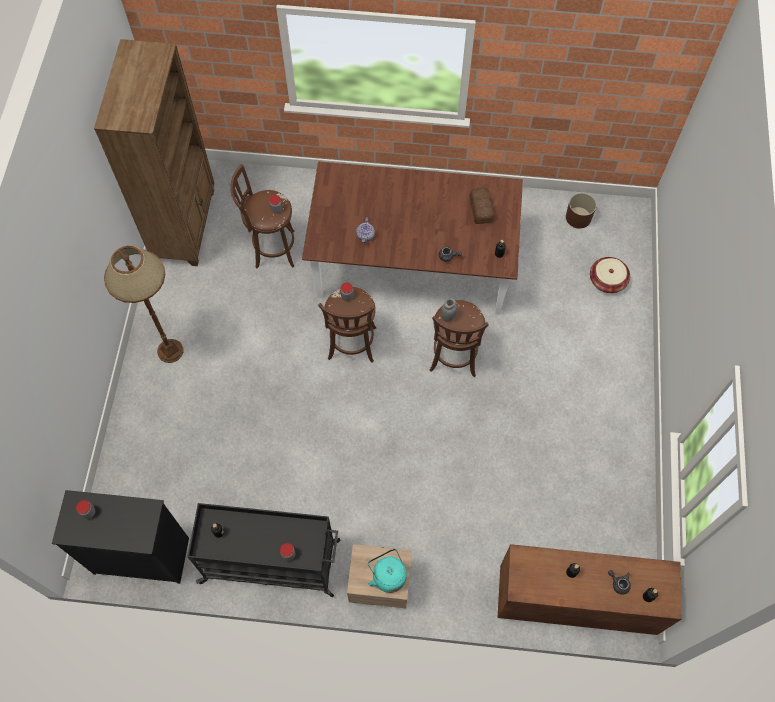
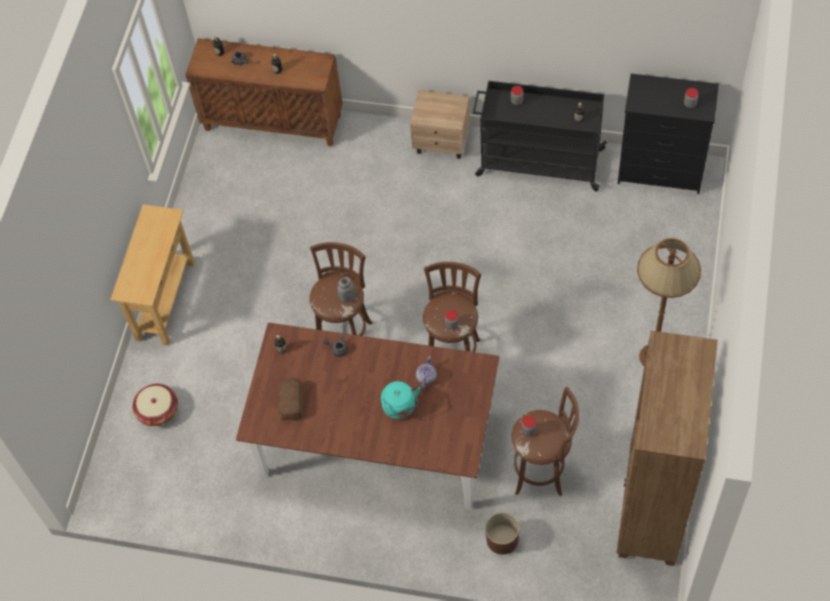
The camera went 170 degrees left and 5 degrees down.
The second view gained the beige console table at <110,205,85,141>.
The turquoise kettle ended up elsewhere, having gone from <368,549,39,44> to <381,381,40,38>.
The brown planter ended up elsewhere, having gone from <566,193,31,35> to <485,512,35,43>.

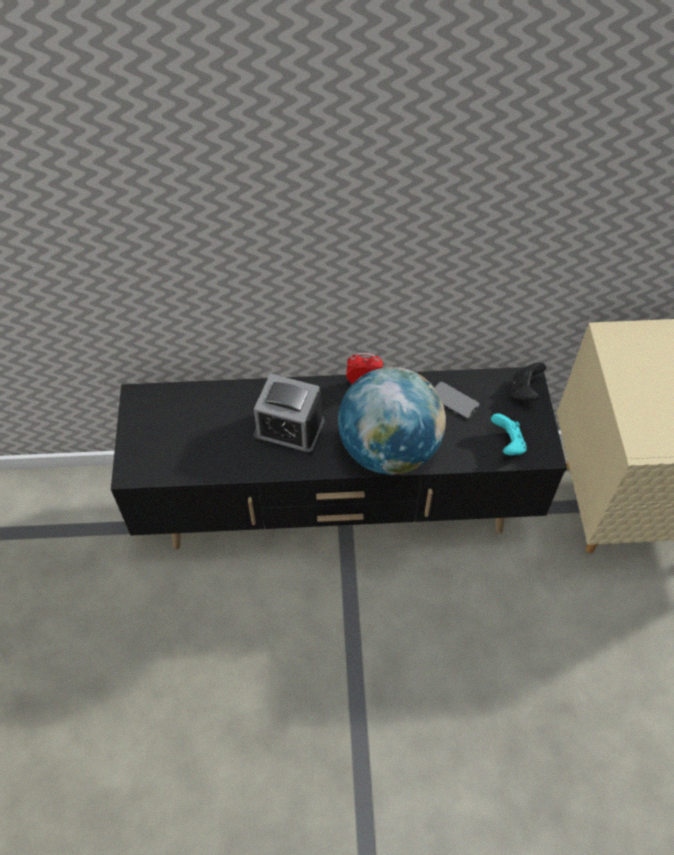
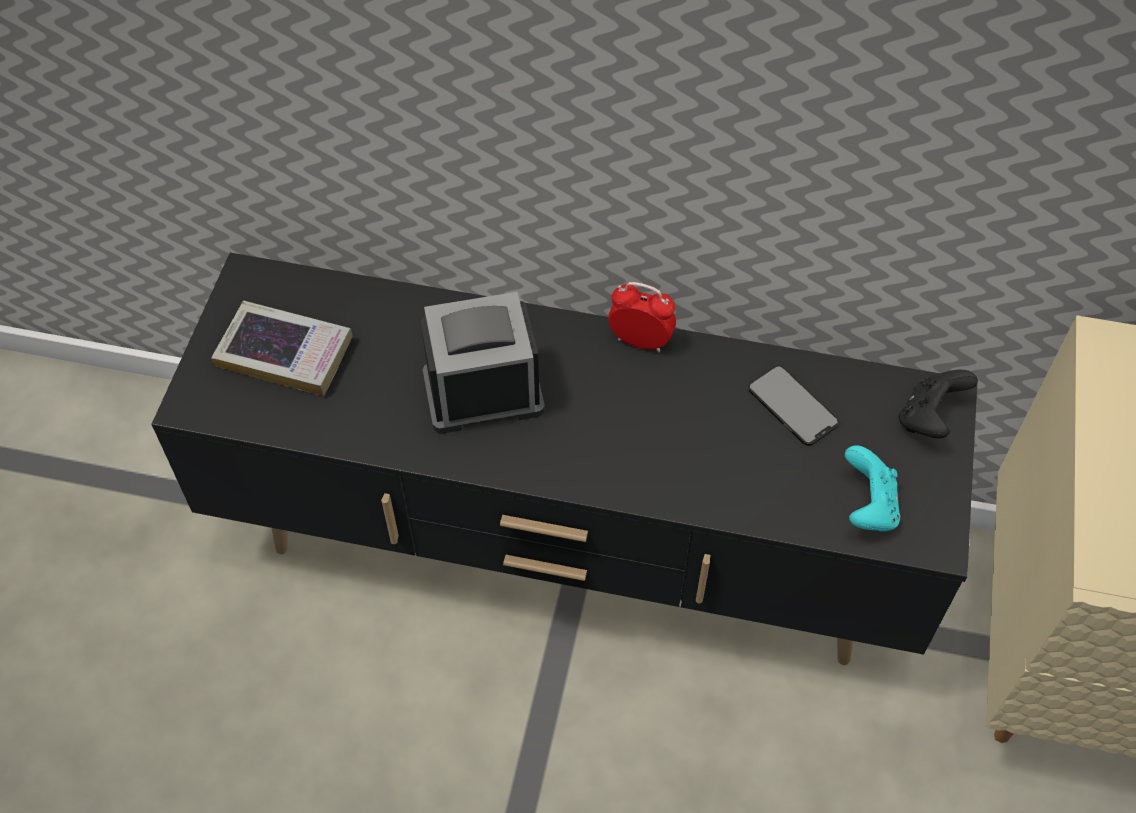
The camera went 15 degrees right and 0 degrees up.
The second view lost the globe at <338,367,108,108>.
The second view gained the book at <211,301,142,95>.
The alarm clock at <253,373,72,82> ended up facing another way, 135 degrees clockwise from before.

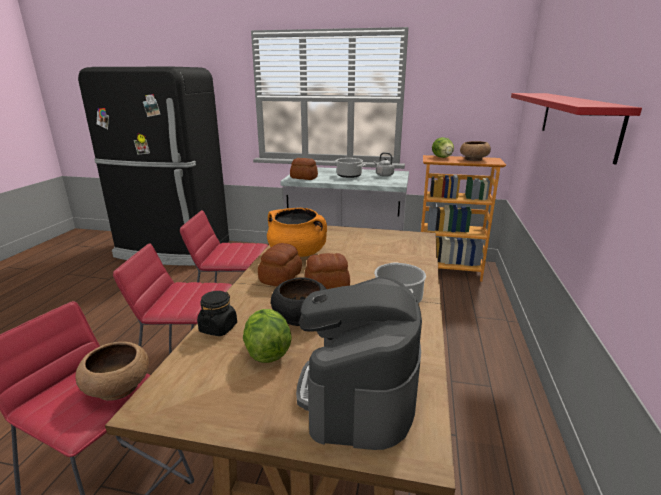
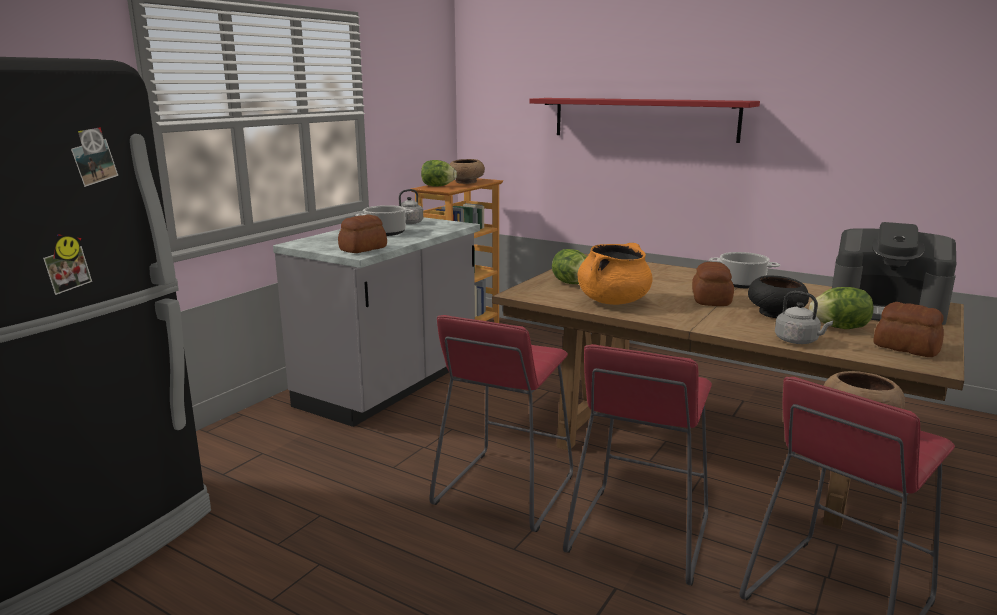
The camera went 70 degrees left and 5 degrees down.
The second view gained the lettuce at <552,249,35,35>.
The bread ended up elsewhere, having gone from <258,243,44,43> to <873,302,71,55>.
Where the black jar stood at <197,291,40,45>, the grey kettle came to stand at <775,291,58,53>.

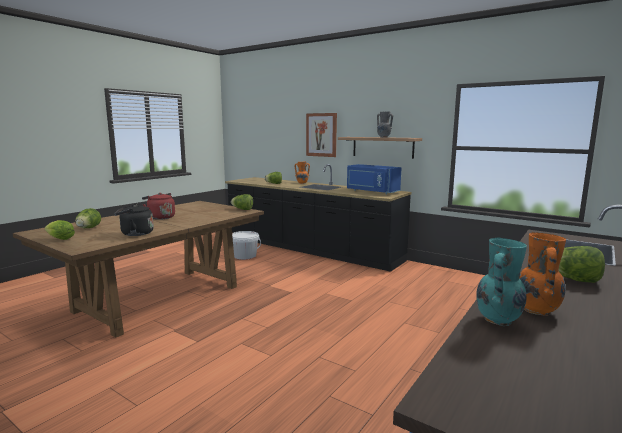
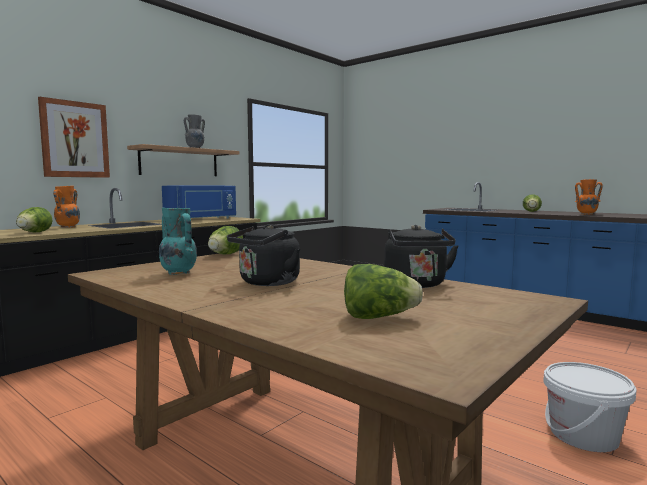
The camera went 85 degrees left and 5 degrees down.
The second view lost the lettuce at <45,220,30,20>.
The white bucket ended up elsewhere, having gone from <232,231,29,29> to <543,362,94,90>.
The turquoise vase ended up elsewhere, having gone from <476,237,51,89> to <159,208,38,67>.
What was the red kettle at <142,193,33,27> turned into the black kettle at <227,224,73,62>.

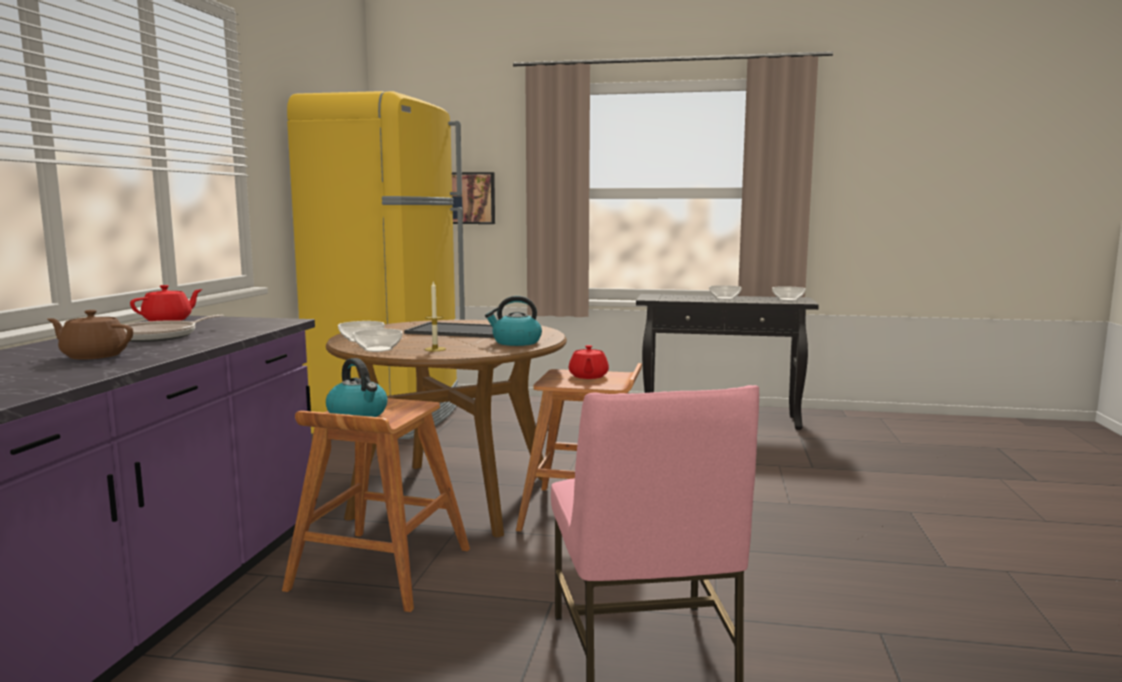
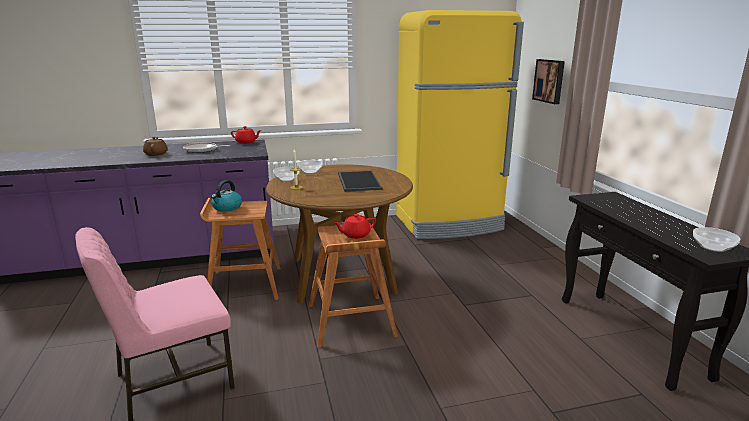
The camera went 65 degrees right and 10 degrees up.
The second view lost the kettle at <485,296,57,50>.
The second view lost the bowl at <709,285,33,14>.

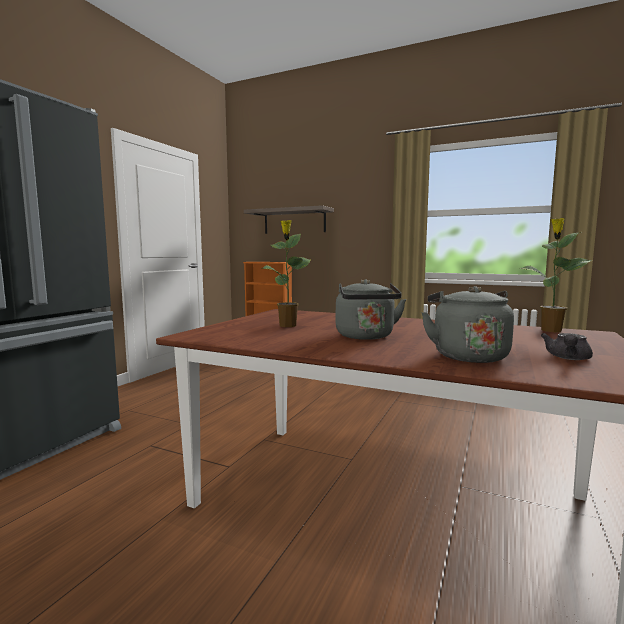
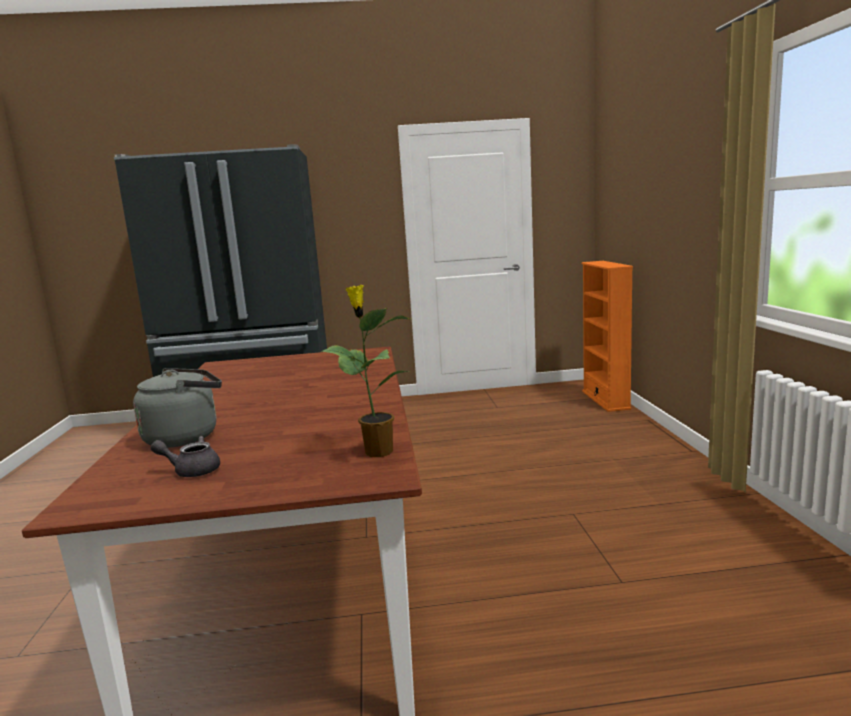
The camera went 60 degrees right and 5 degrees up.
The second view lost the shelf at <244,205,90,29>.
The second view lost the potted plant at <262,220,49,107>.
The second view lost the grey kettle at <336,279,70,61>.

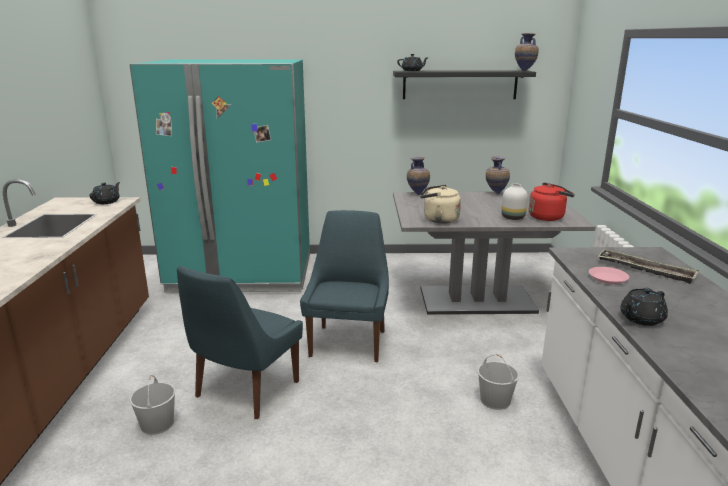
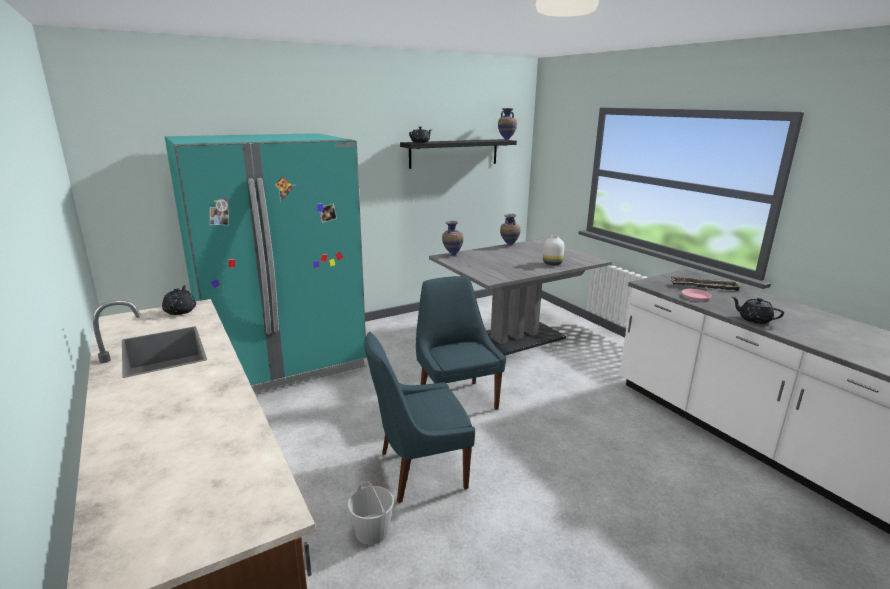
The camera went 30 degrees left and 0 degrees up.
The second view lost the beige kettle at <420,185,41,39>.
The second view lost the white bucket at <478,354,41,56>.
The second view lost the red kettle at <529,183,46,38>.
The blue chair at <177,266,126,153> ended up facing another way, 75 degrees clockwise from before.
The black teapot at <620,288,48,38> ended up facing another way, 105 degrees clockwise from before.

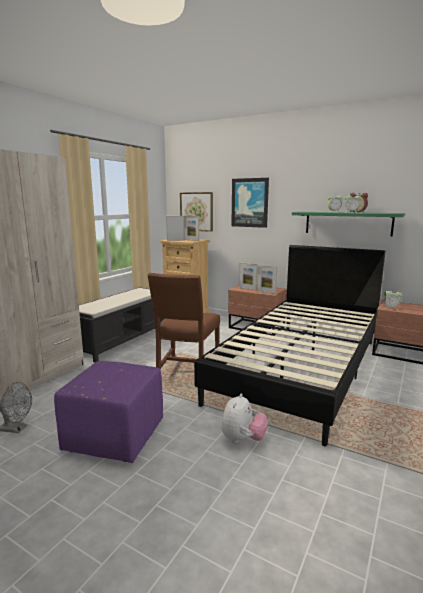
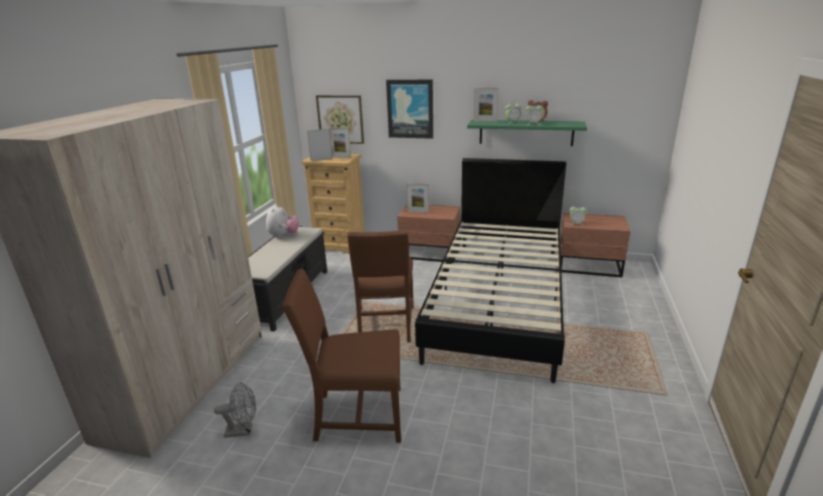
The camera went 15 degrees left and 10 degrees up.
The plush toy ended up elsewhere, having gone from <222,393,46,50> to <266,204,33,34>.
The picture frame ended up elsewhere, having gone from <257,265,20,29> to <474,88,25,34>.
Where the purple ottoman stood at <54,361,109,102>, the brown chair came to stand at <282,269,119,174>.

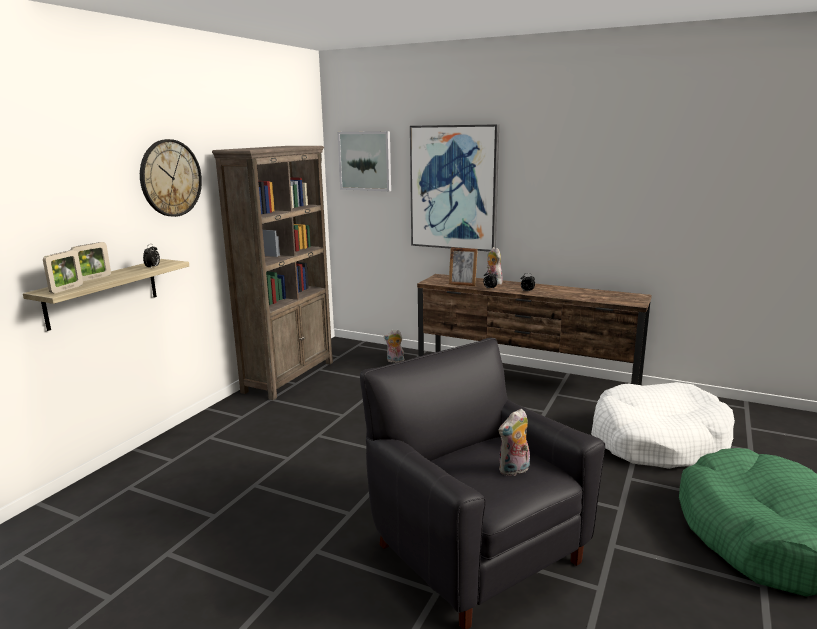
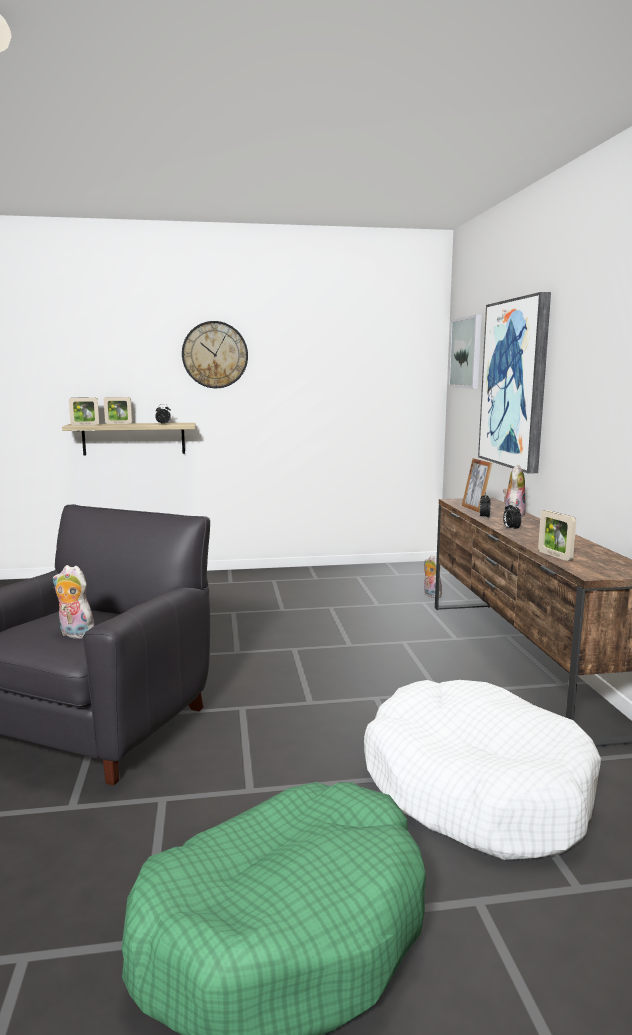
The camera went 55 degrees right and 5 degrees down.
The second view lost the brown bookcase at <212,146,121,254>.
The second view gained the picture frame at <538,510,38,51>.

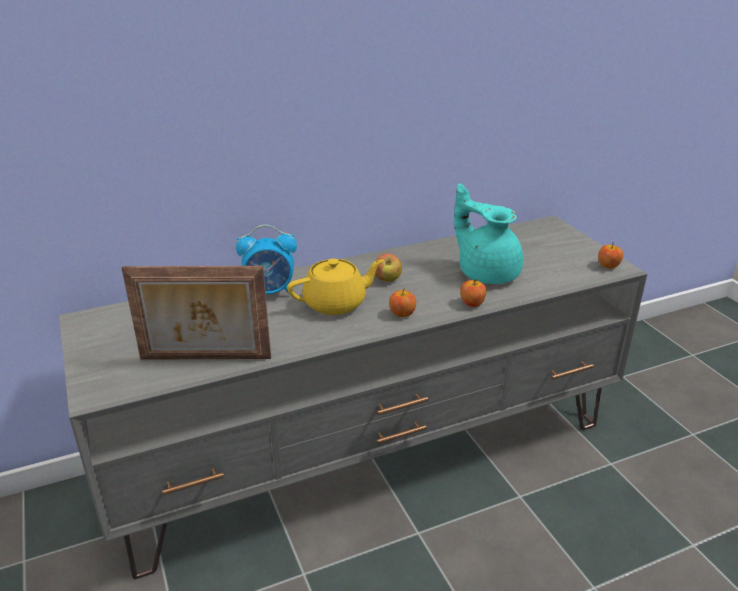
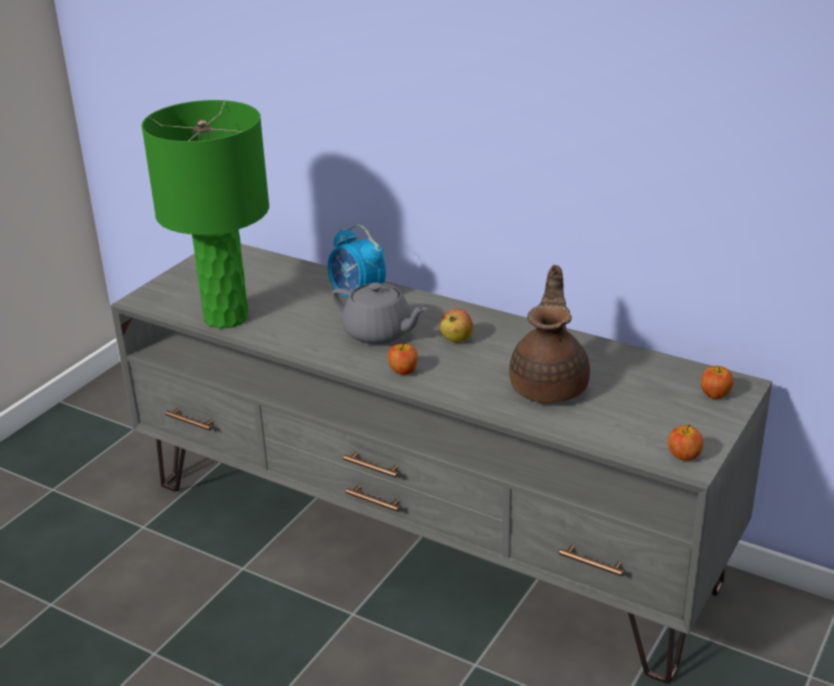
The camera went 55 degrees right and 0 degrees up.
The apple ended up elsewhere, having gone from <460,279,26,28> to <701,366,33,33>.
Where the picture frame stood at <122,266,149,94>, the green table lamp came to stand at <141,100,128,229>.
What was the yellow teapot at <287,259,97,56> turned into the grey teapot at <332,283,96,62>.
What was the turquoise teapot at <454,184,69,100> turned into the brown teapot at <509,265,81,138>.

